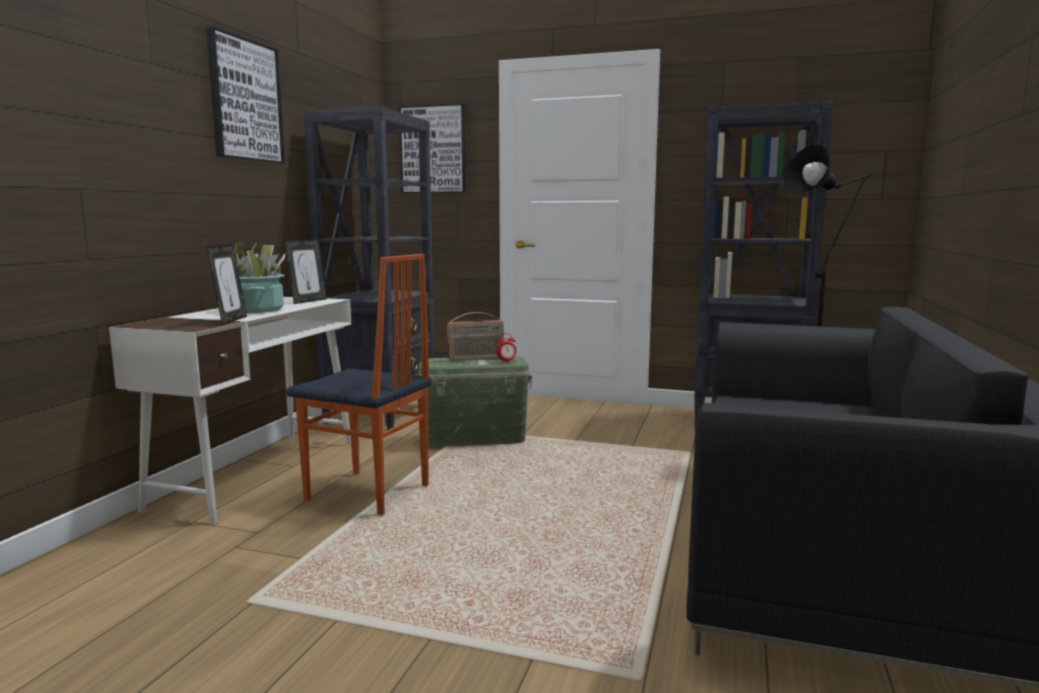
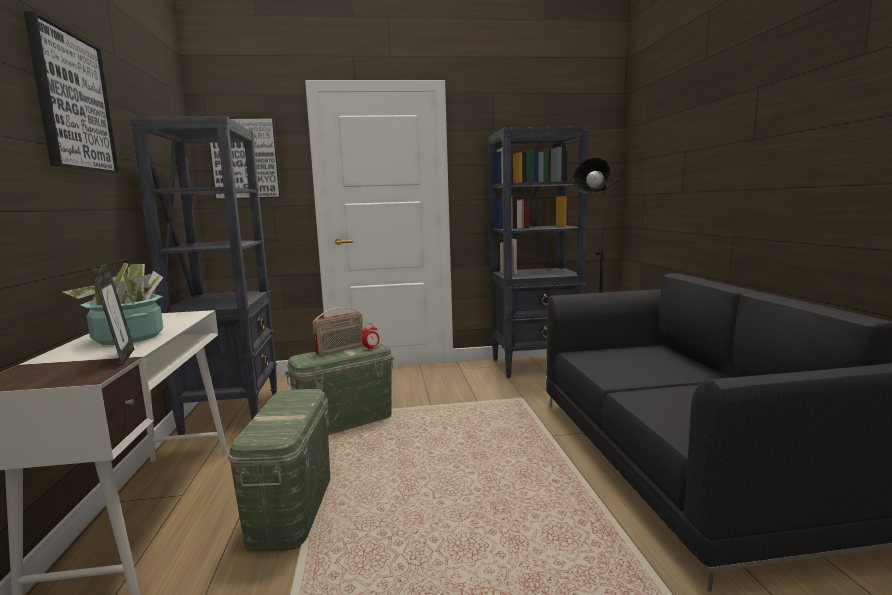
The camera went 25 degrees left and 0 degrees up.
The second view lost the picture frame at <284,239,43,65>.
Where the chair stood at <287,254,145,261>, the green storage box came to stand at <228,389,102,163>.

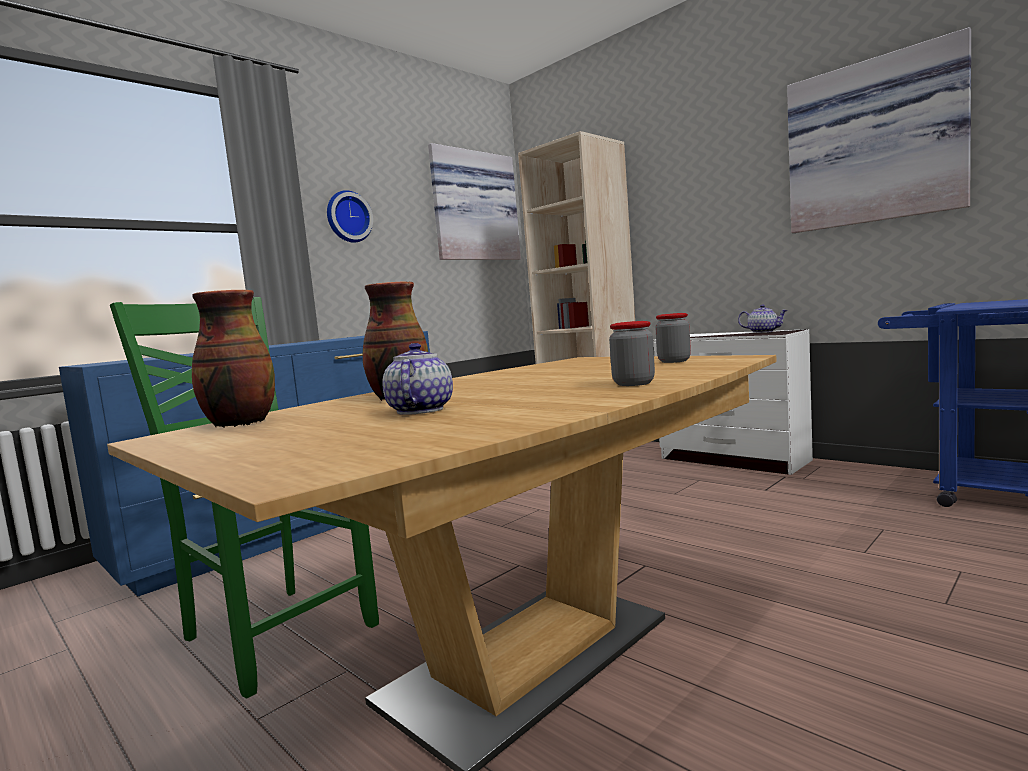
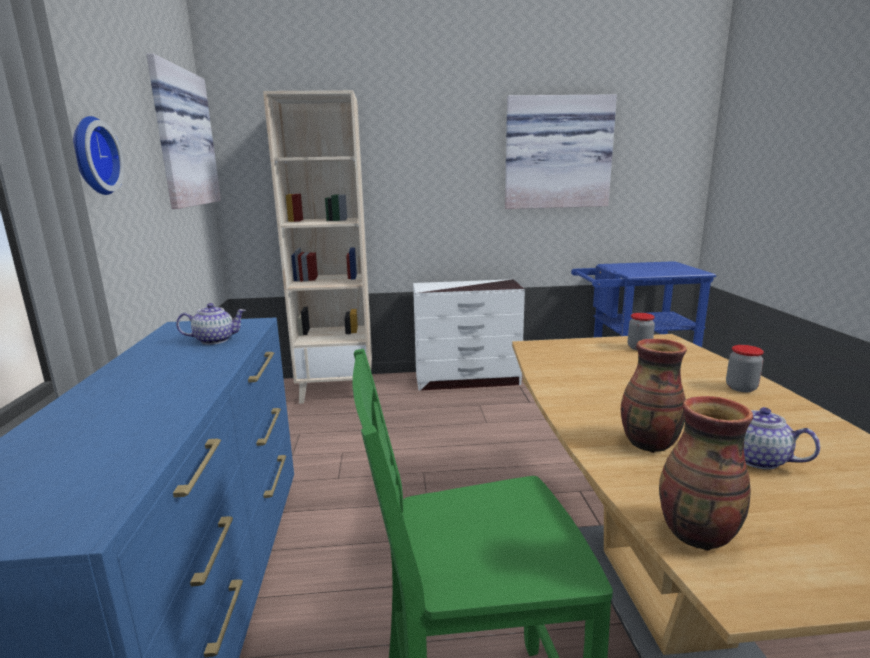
The camera went 50 degrees left and 10 degrees up.
The teapot ended up elsewhere, having gone from <738,304,50,29> to <176,303,70,41>.

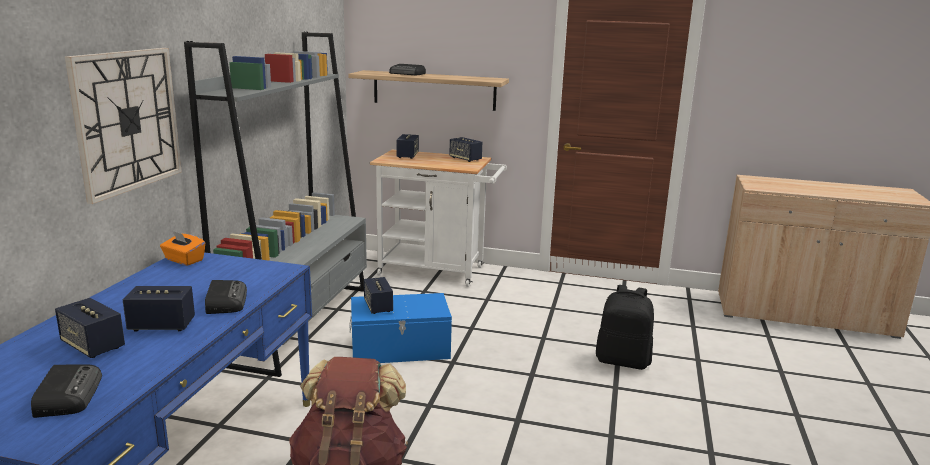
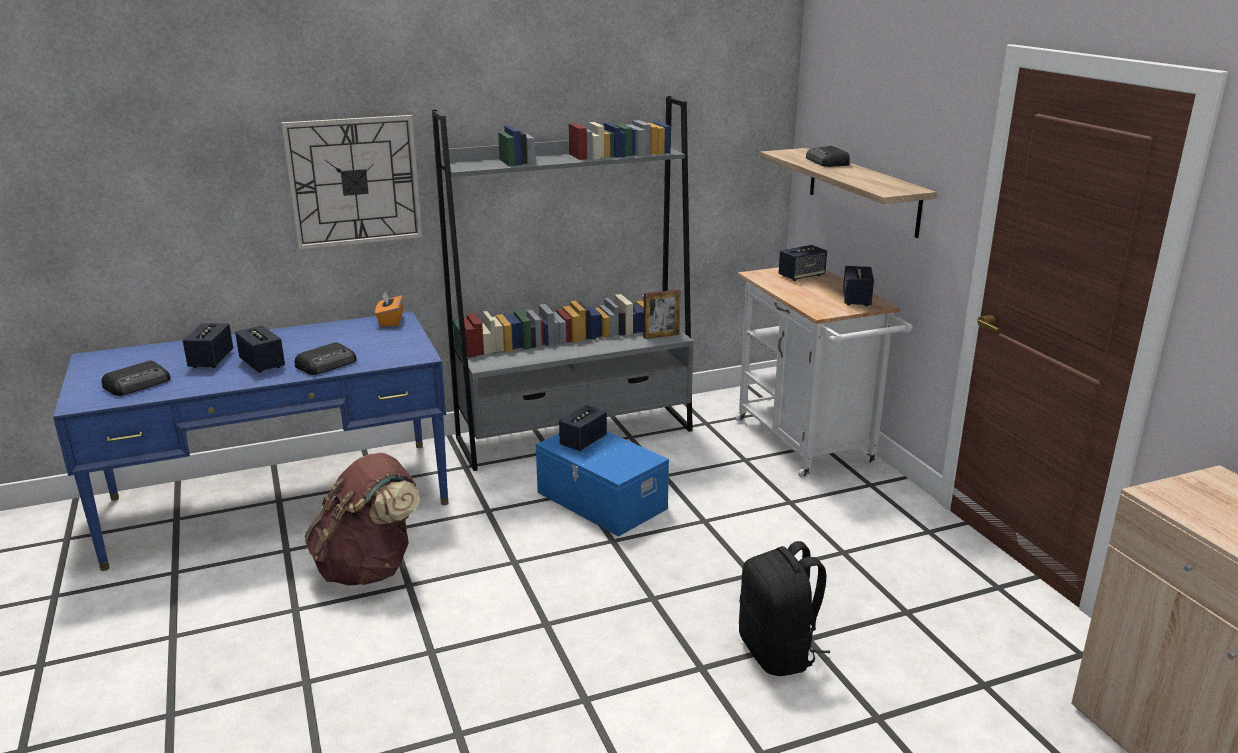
The camera went 55 degrees right and 5 degrees up.
The second view gained the picture frame at <643,290,37,49>.

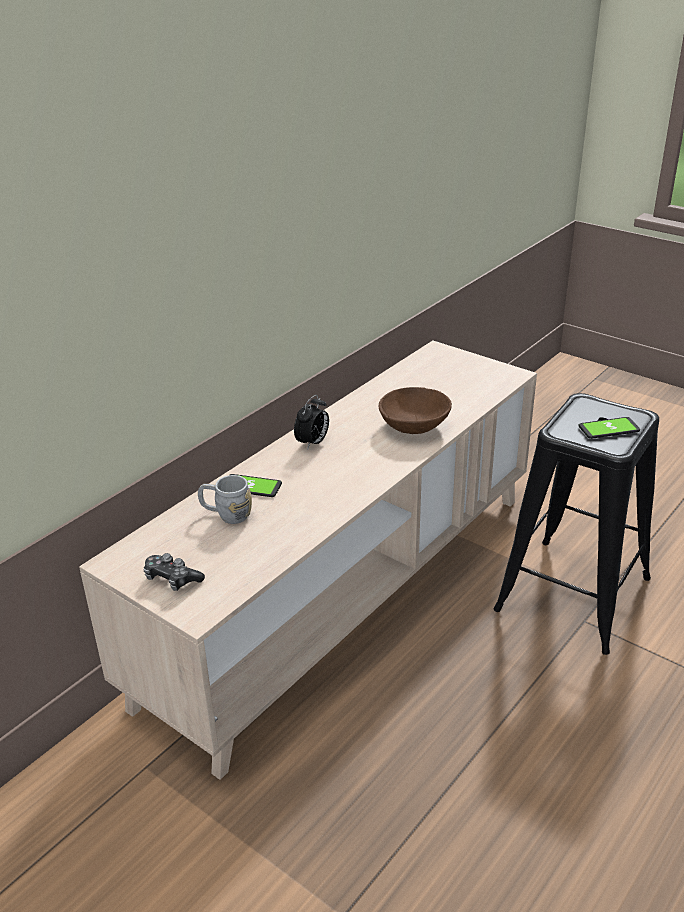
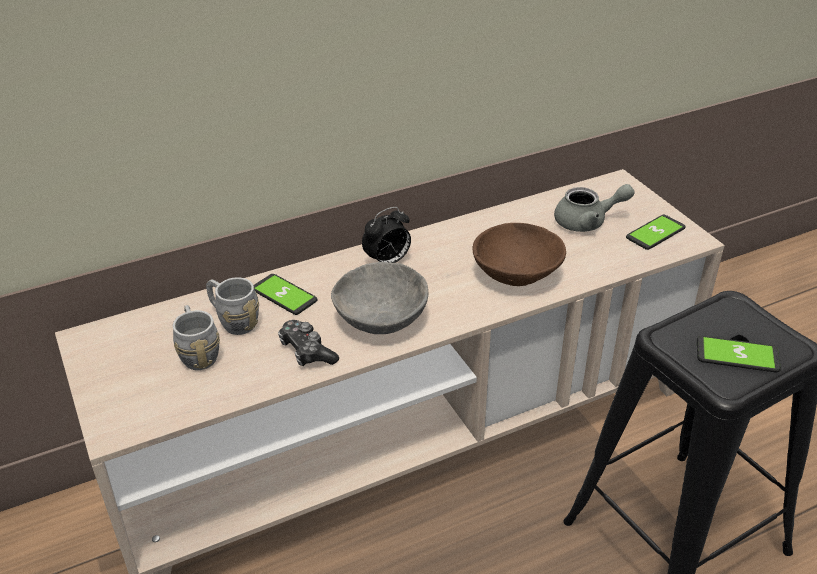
The camera went 25 degrees right and 5 degrees up.
The second view gained the grey mug at <173,305,47,65>.
The second view gained the grey bowl at <331,262,97,72>.
The second view gained the grey teapot at <554,184,80,48>.
The second view gained the phone at <626,215,60,35>.
The game controller ended up elsewhere, having gone from <143,553,62,38> to <278,320,61,46>.

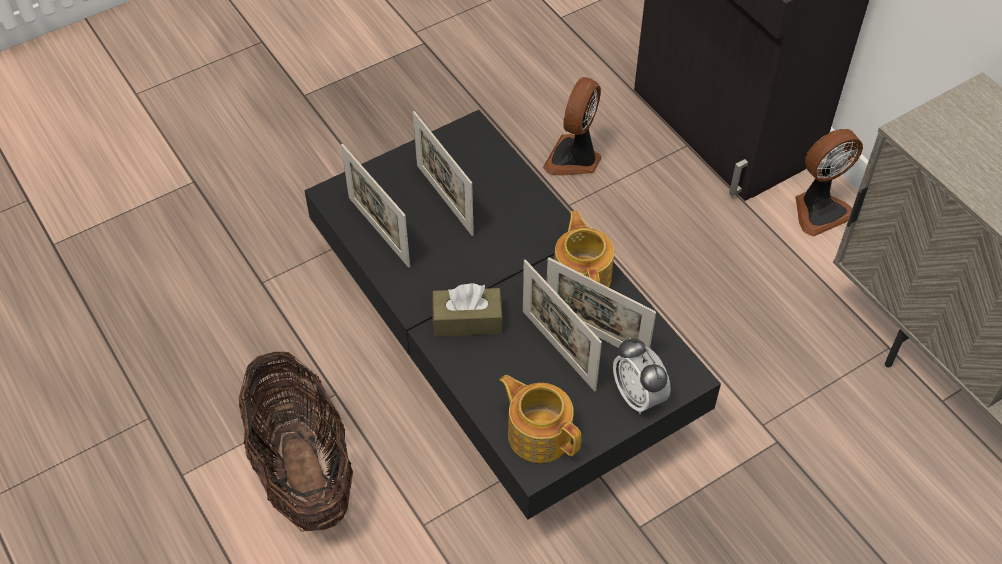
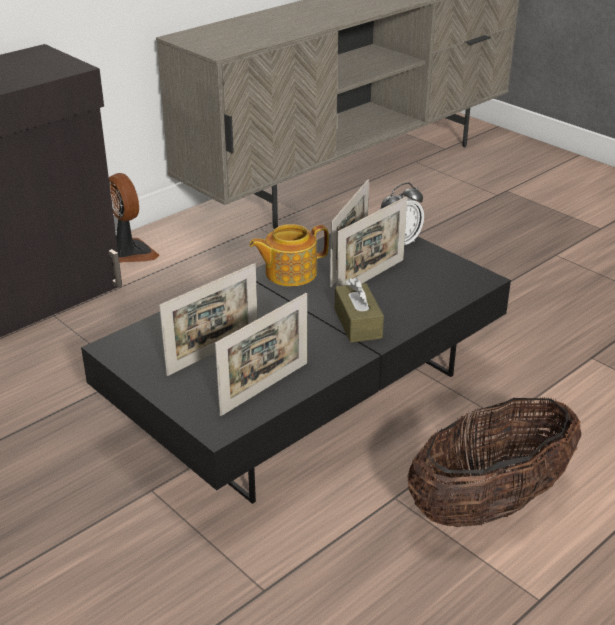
The camera went 100 degrees left and 20 degrees down.
The second view lost the teapot at <499,375,82,88>.
The second view lost the fan at <543,77,59,99>.

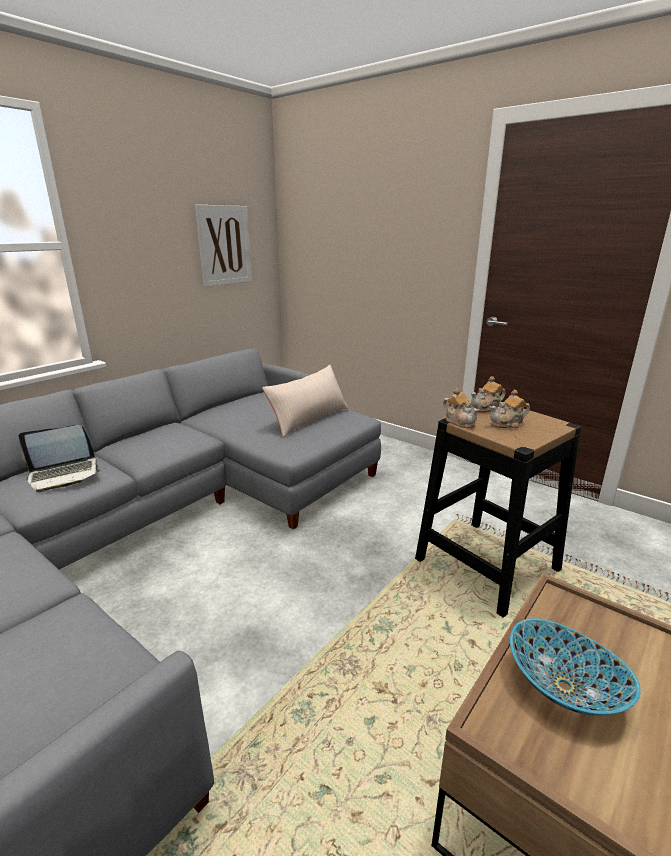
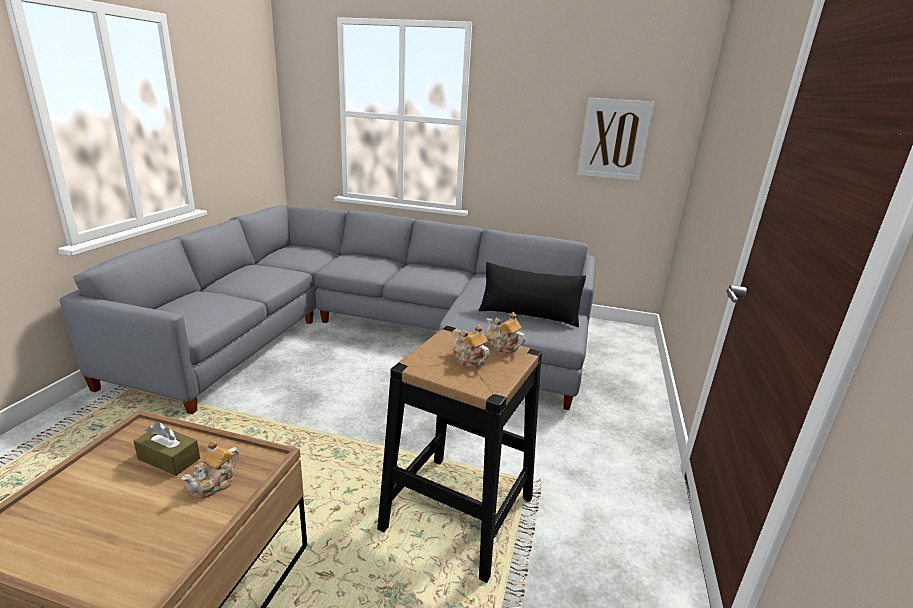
The camera went 65 degrees right and 0 degrees up.
The second view lost the laptop at <18,425,83,67>.
The teapot ended up elsewhere, having gone from <443,388,36,40> to <182,441,57,58>.
Where the bowl stood at <510,618,131,97>, the brown tissue box came to stand at <134,422,66,54>.
What was the beige pillow at <262,365,86,73> turned into the black pillow at <479,262,107,65>.

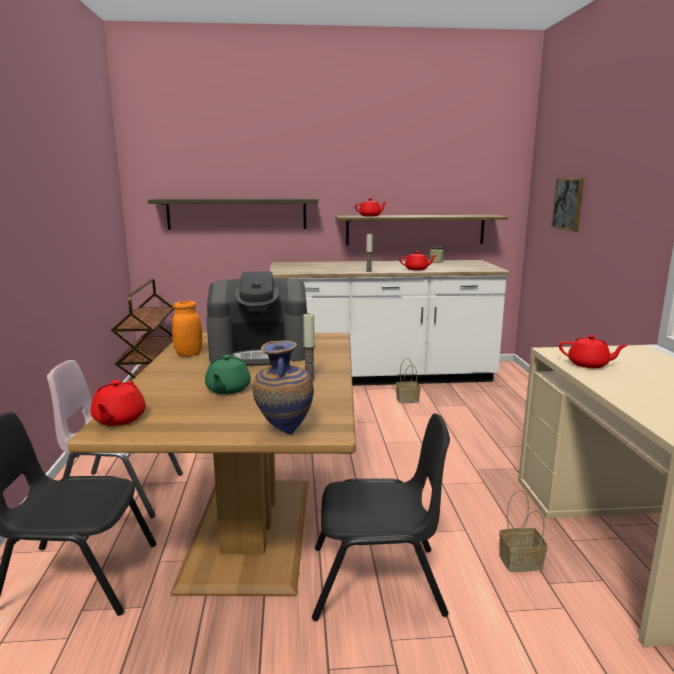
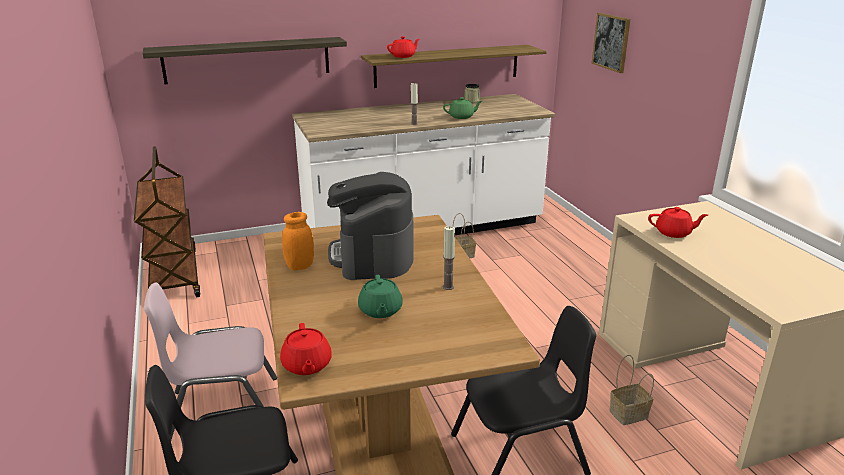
The camera went 15 degrees left and 10 degrees up.
The second view lost the vase at <253,340,61,95>.
What was the red teapot at <399,251,38,20> turned into the green teapot at <443,97,39,22>.
The coffee machine at <206,271,102,95> ended up facing another way, 105 degrees clockwise from before.

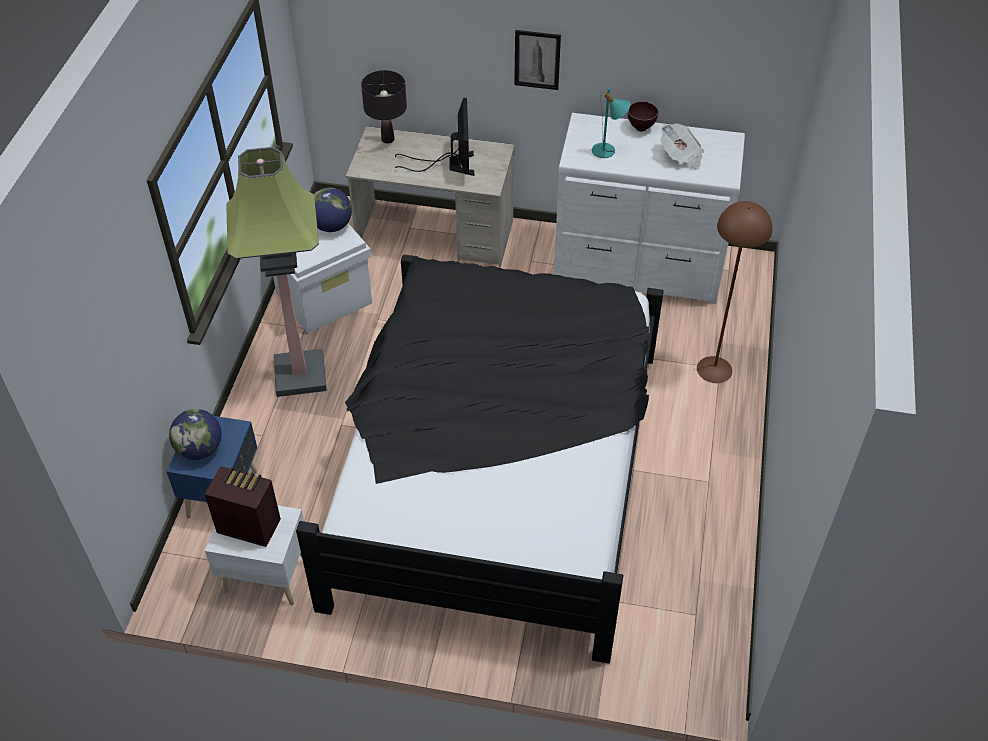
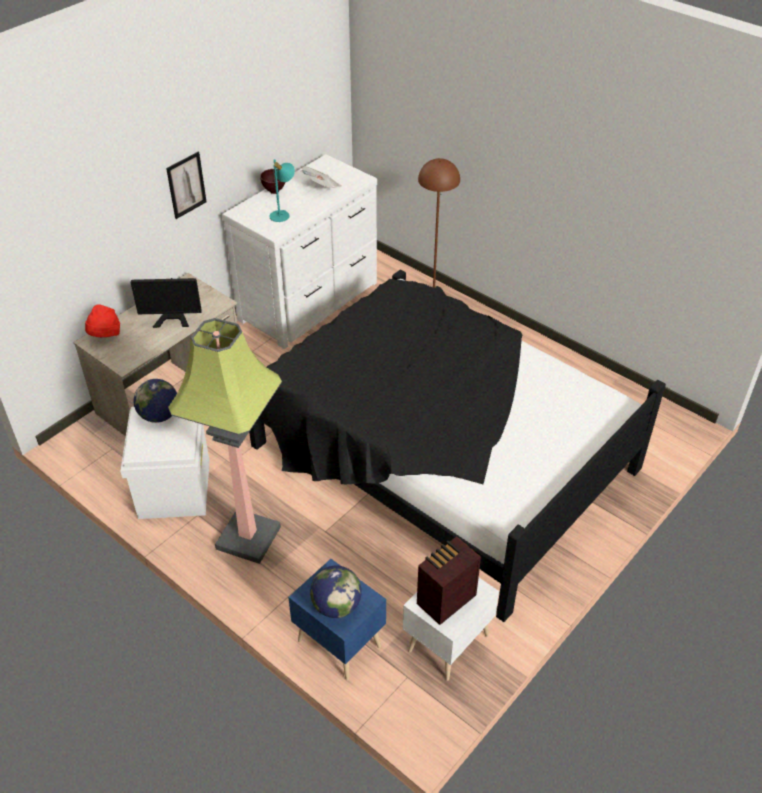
The camera went 60 degrees left and 5 degrees down.
Where the black table lamp stood at <361,70,46,73>, the red hat came to stand at <85,304,35,33>.
The monitor at <395,98,79,78> ended up facing another way, 150 degrees clockwise from before.

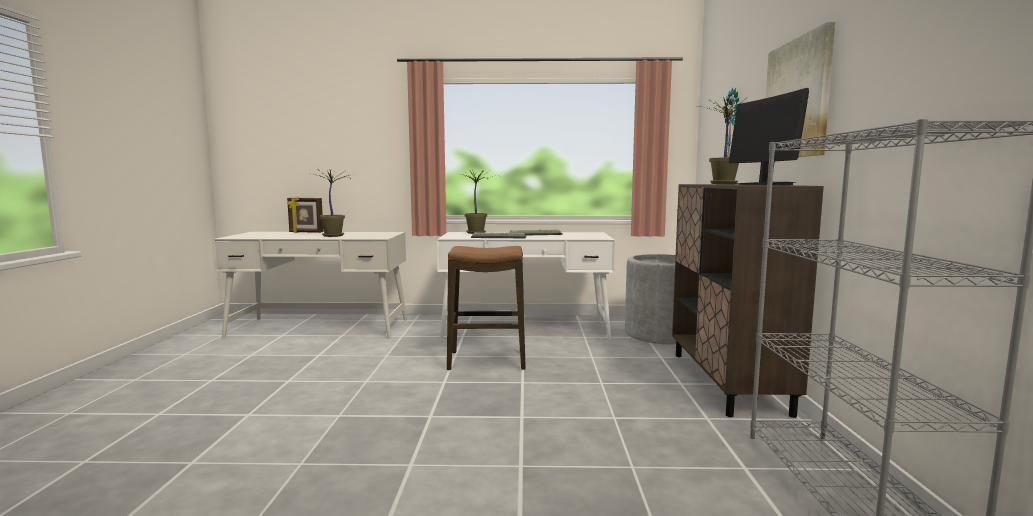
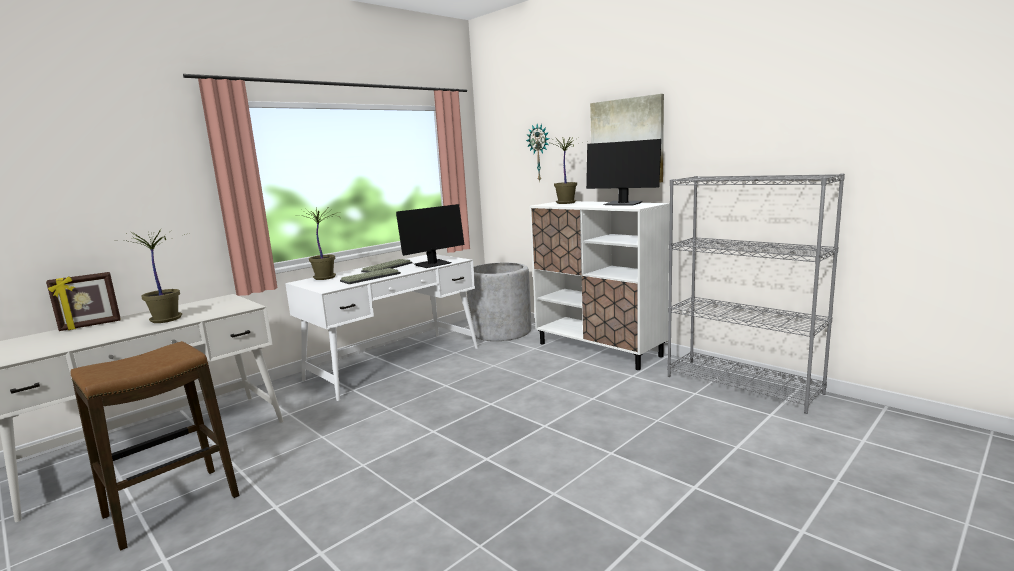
The camera went 45 degrees left and 5 degrees up.
The second view gained the monitor at <396,204,68,64>.
The stool ended up elsewhere, having gone from <447,246,79,124> to <70,341,169,210>.
What was the brown cabinet at <672,184,152,234> turned into the white cabinet at <530,201,140,169>.

